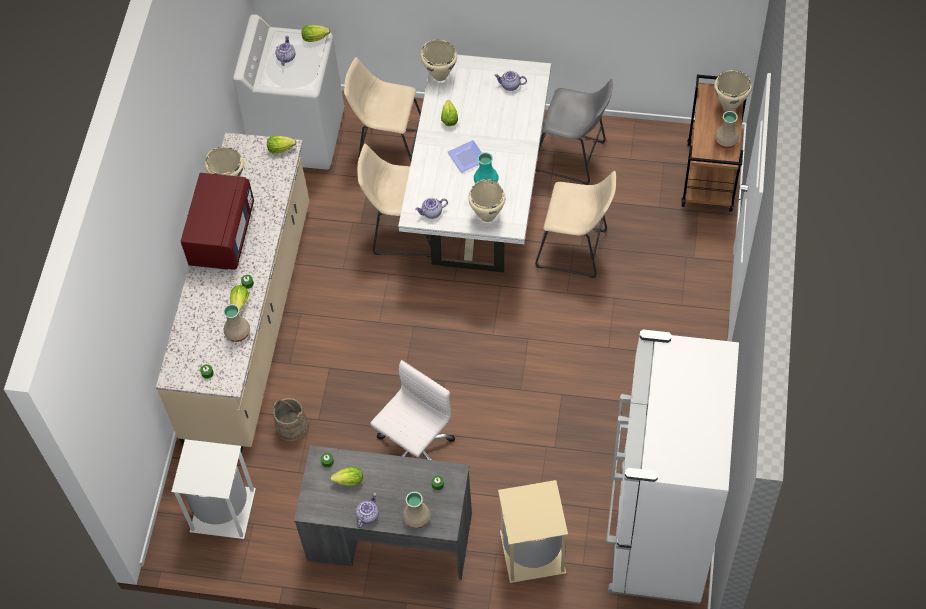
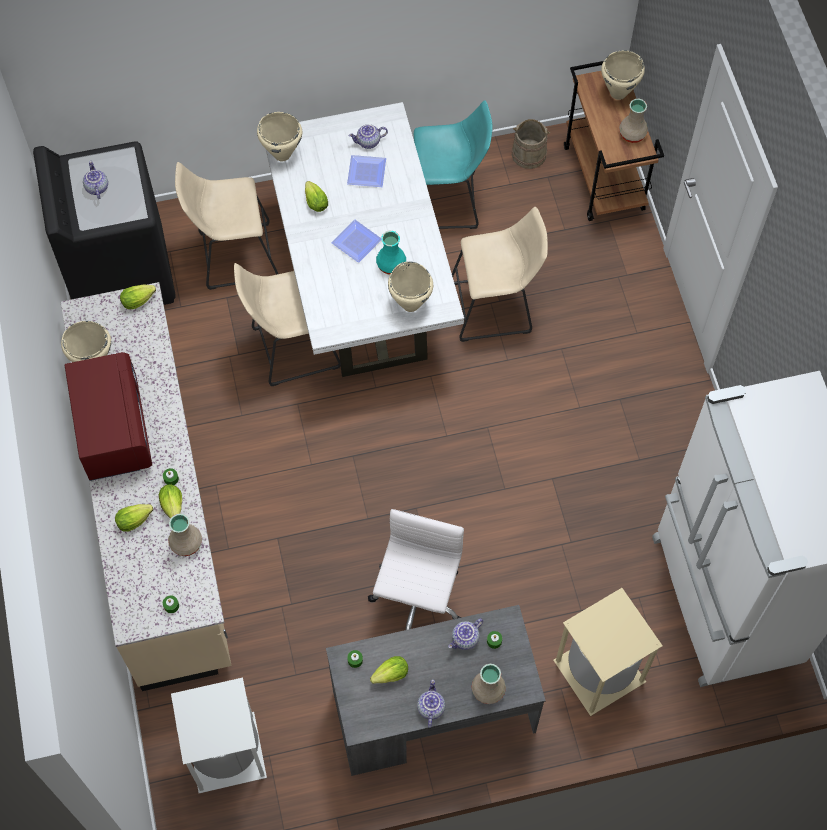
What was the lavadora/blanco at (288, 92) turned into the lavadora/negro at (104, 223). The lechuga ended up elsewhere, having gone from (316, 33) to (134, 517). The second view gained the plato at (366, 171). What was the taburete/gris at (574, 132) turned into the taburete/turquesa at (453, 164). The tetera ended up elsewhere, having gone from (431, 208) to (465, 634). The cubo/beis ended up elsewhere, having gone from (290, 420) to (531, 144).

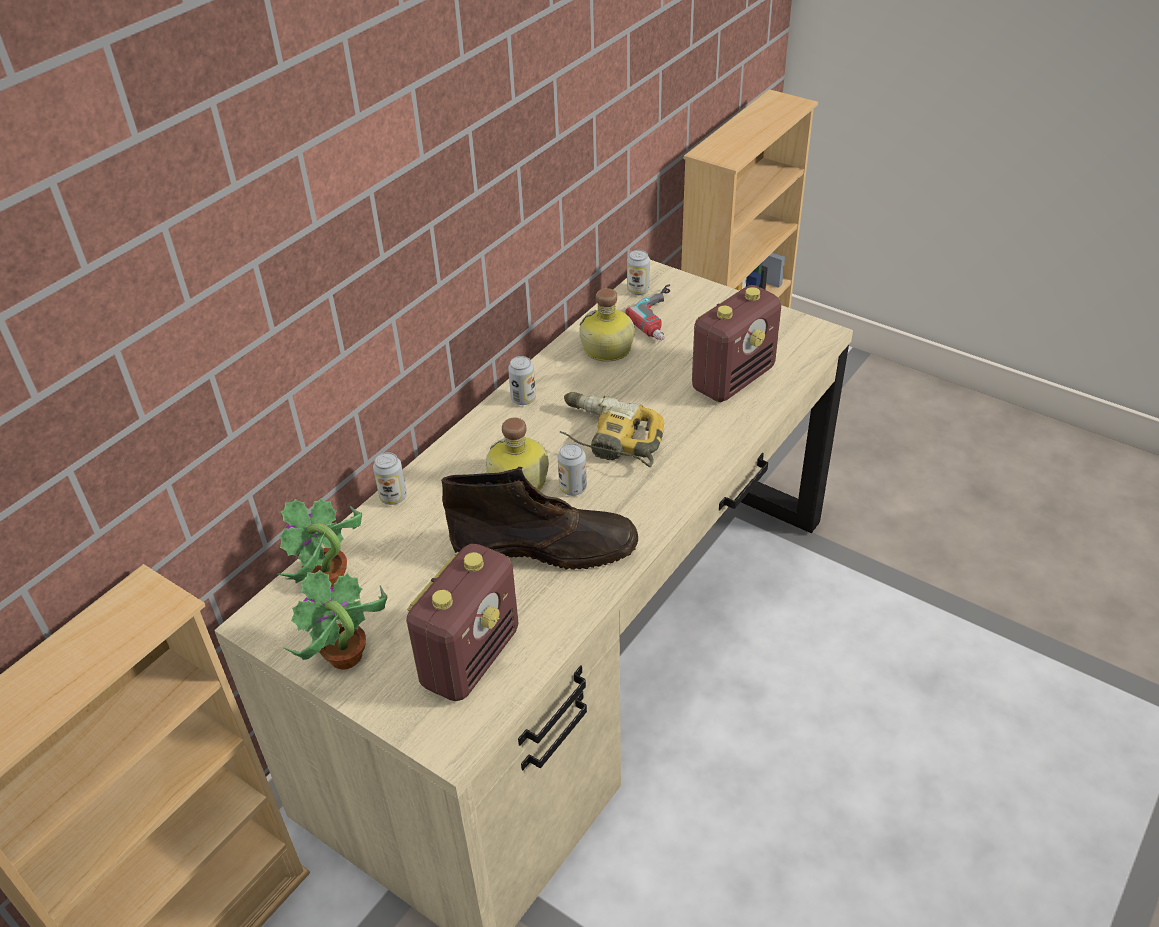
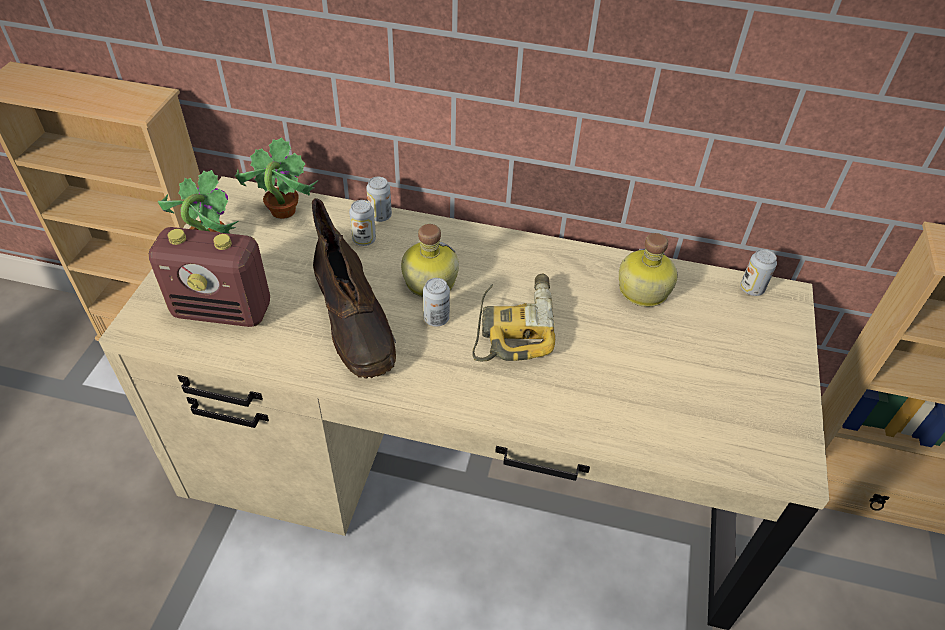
The lata ended up elsewhere, having gone from (522, 380) to (362, 223). The second view lost the taladro at (647, 312). The second view lost the radio at (736, 343).

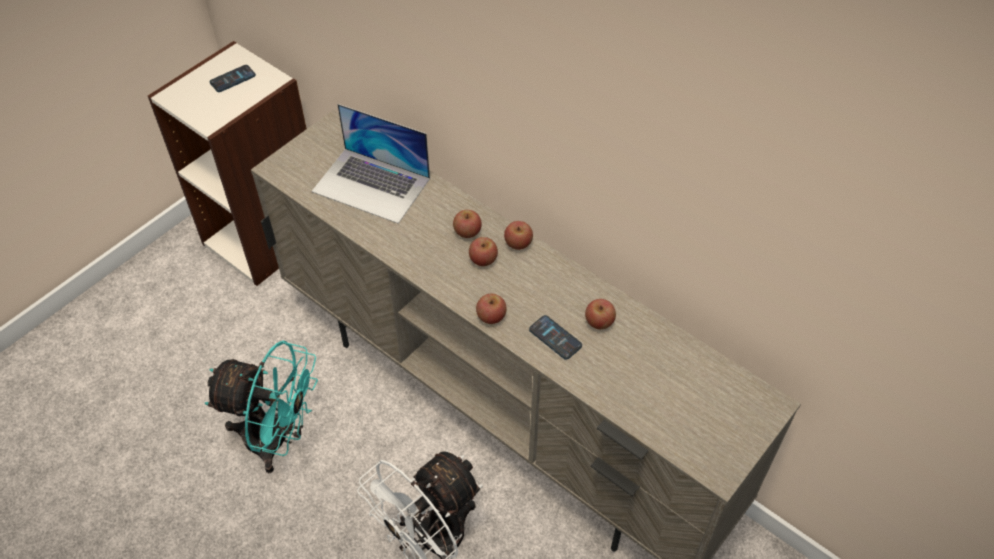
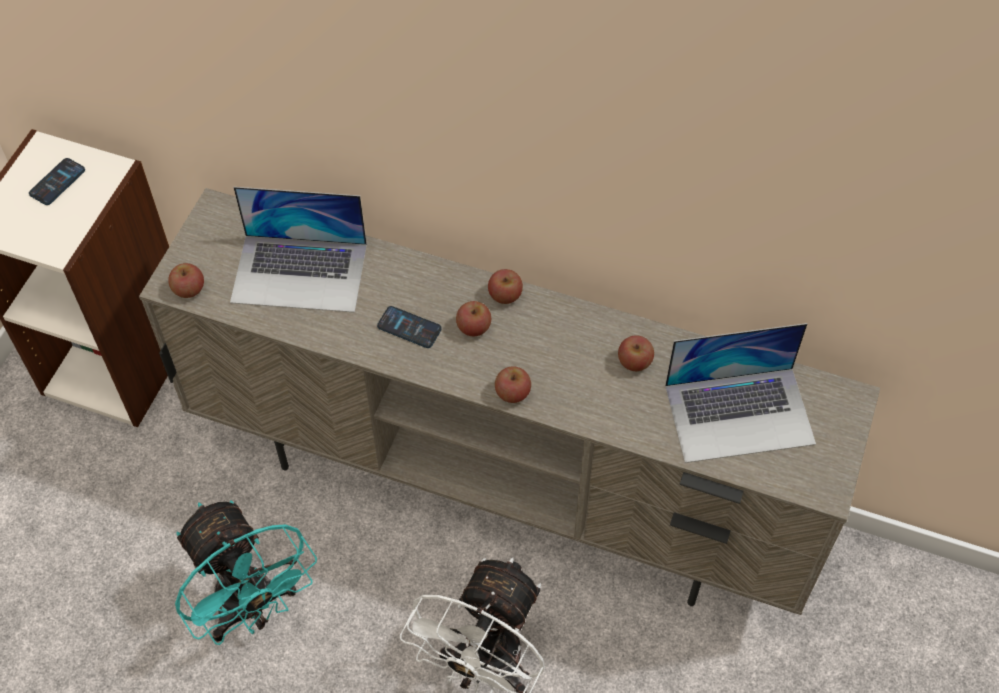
The manzana ended up elsewhere, having gone from (467, 224) to (186, 280). The ventilador/turquesa at (261, 407) ended up facing another way, 60 degrees clockwise from before. The móvil ended up elsewhere, having gone from (555, 337) to (409, 327). The second view gained the portátil at (740, 393).

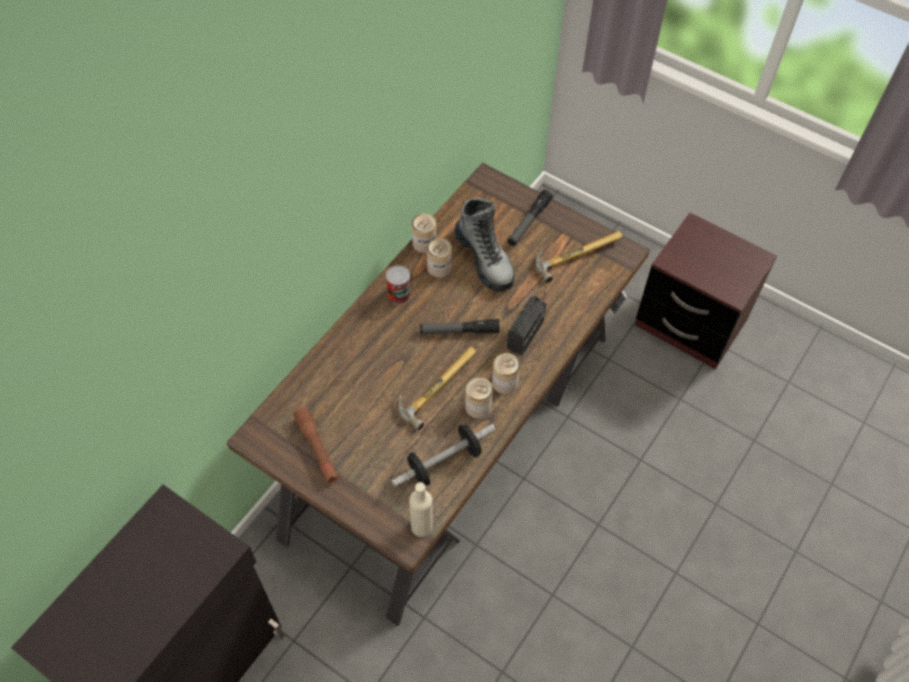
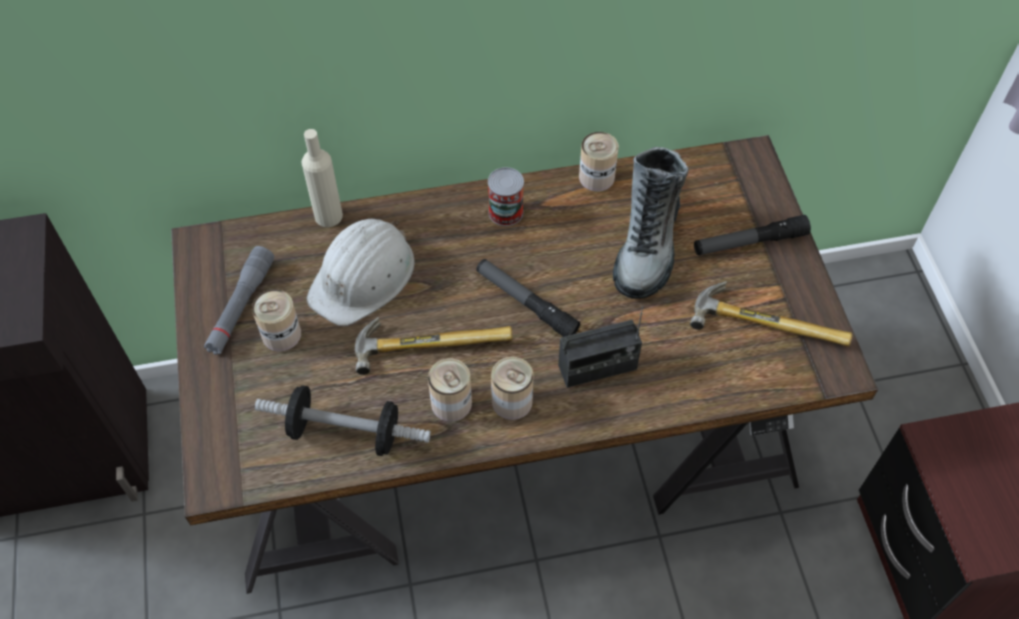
What was the linterna/marrón at (316, 445) turned into the linterna/gris at (239, 300). The lata ended up elsewhere, having gone from (439, 257) to (276, 320). The botella/beis ended up elsewhere, having gone from (421, 509) to (322, 178). The second view gained the casco/blanco at (361, 272).

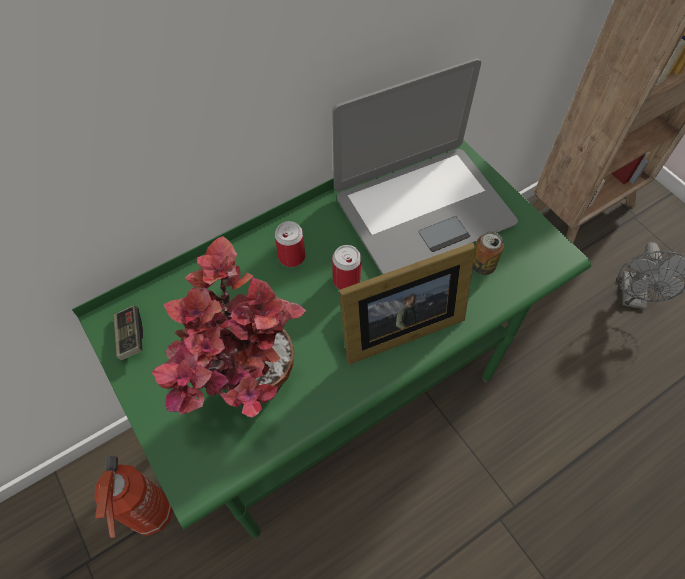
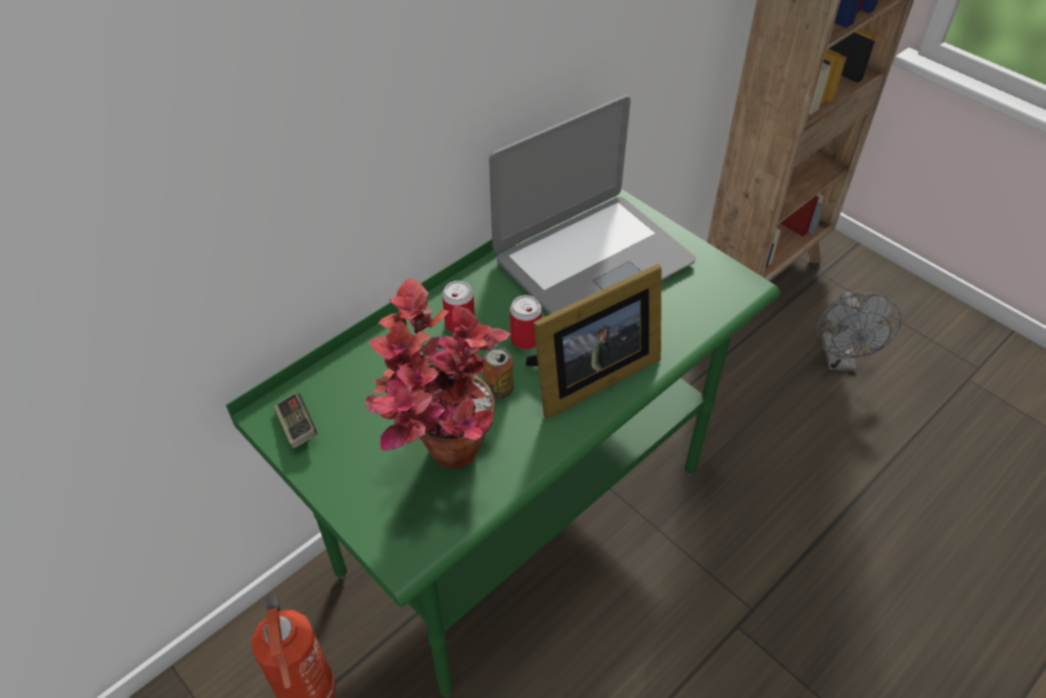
The lata ended up elsewhere, having gone from (488, 253) to (498, 372).

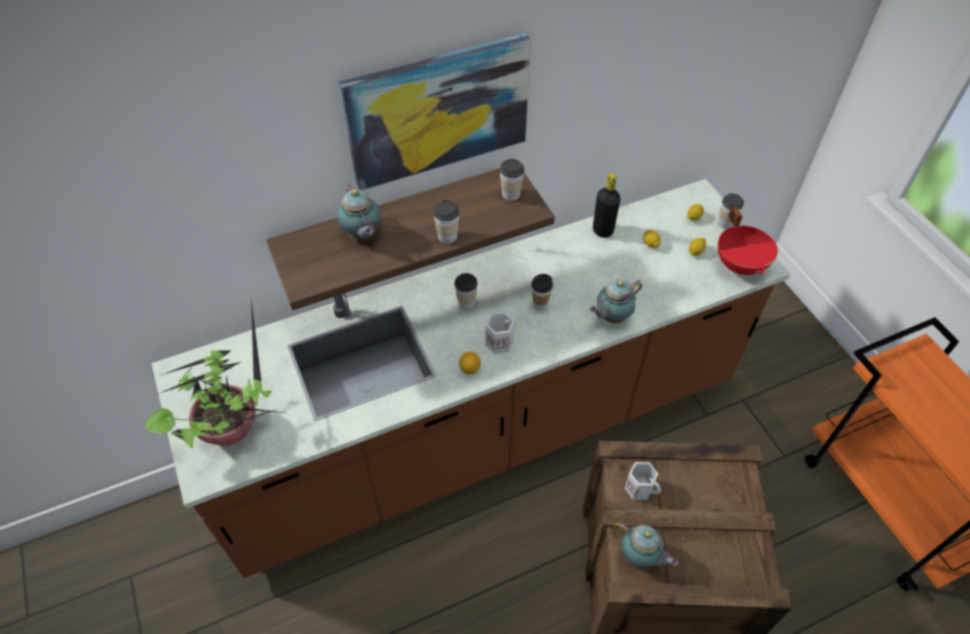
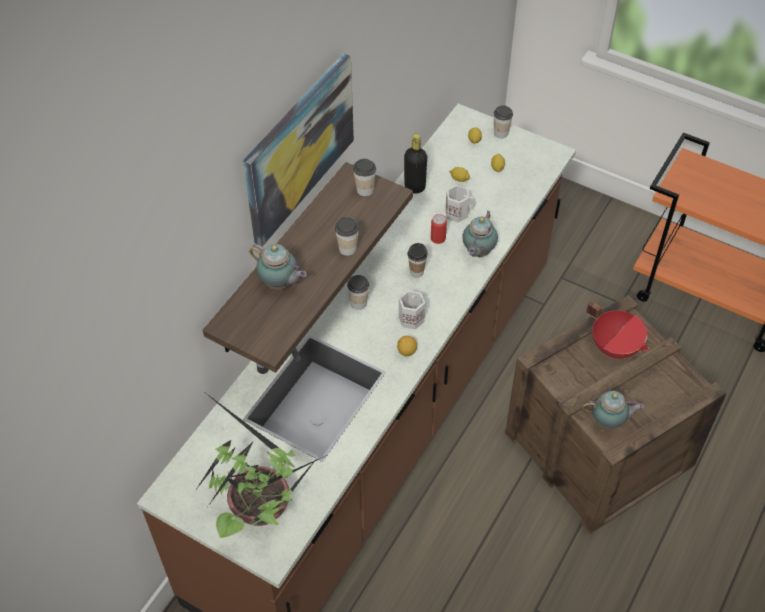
The second view gained the lata at (439, 229). The taza grande/blanco ended up elsewhere, having gone from (642, 481) to (460, 203). The olla/rojo ended up elsewhere, having gone from (748, 241) to (617, 329).

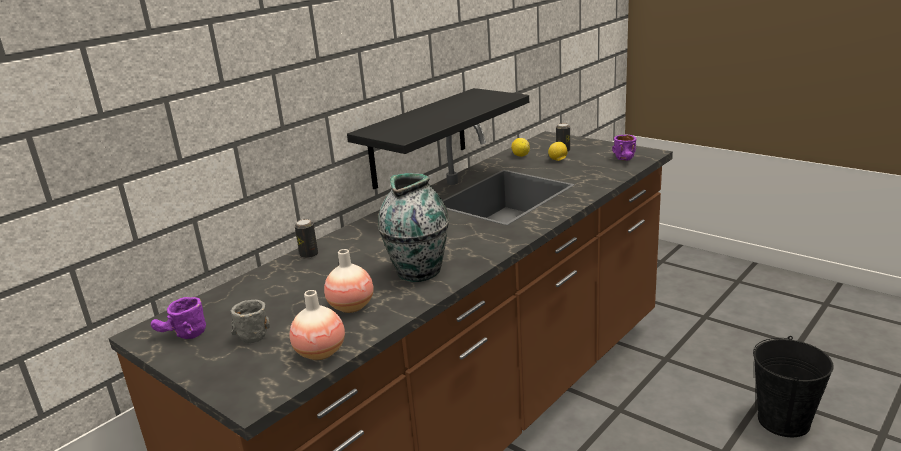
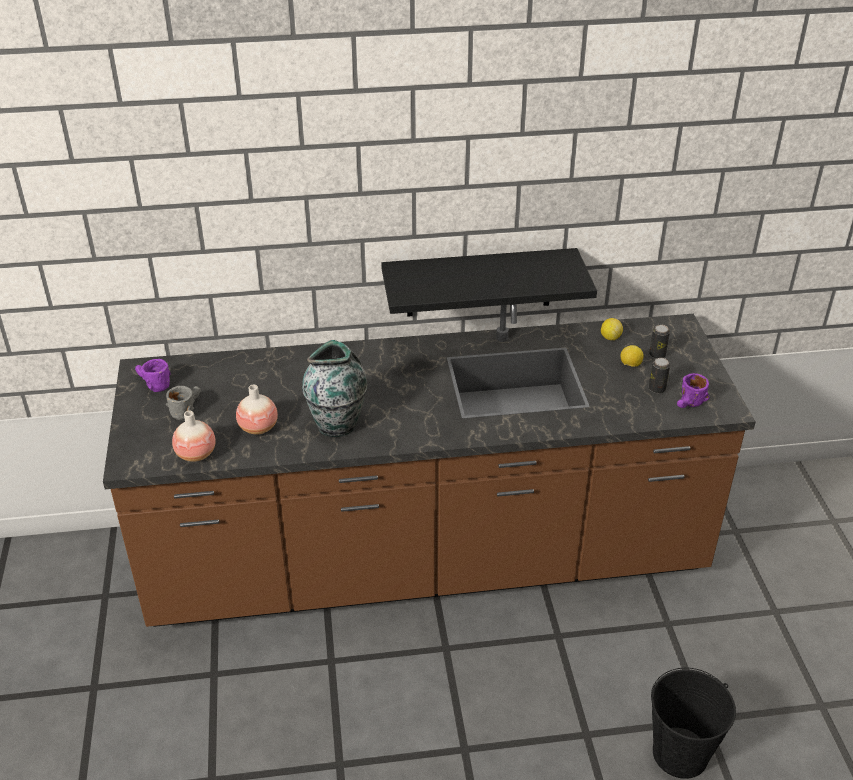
The lata ended up elsewhere, having gone from (306, 239) to (659, 375).

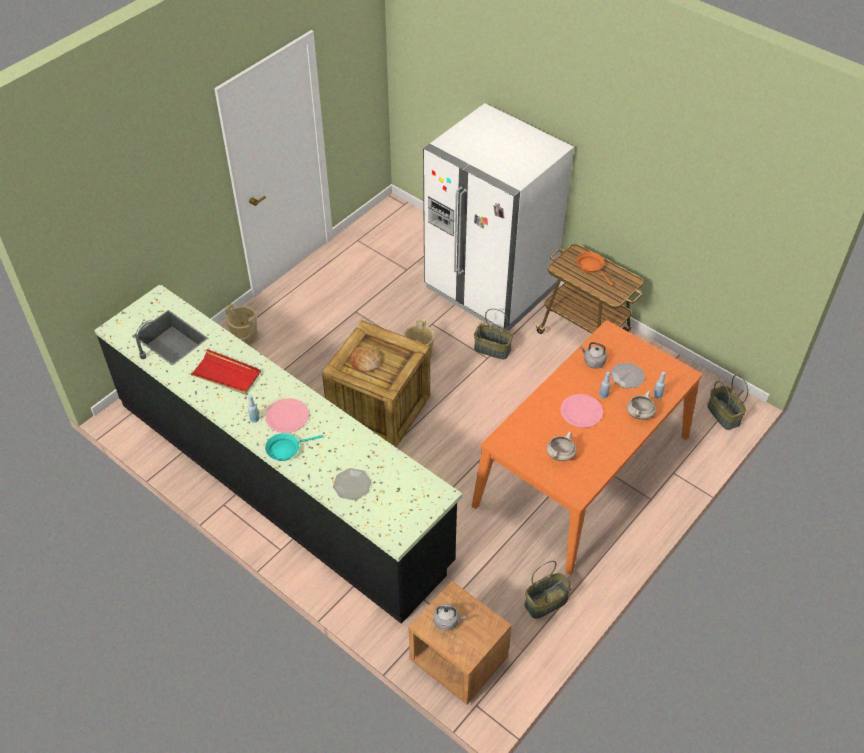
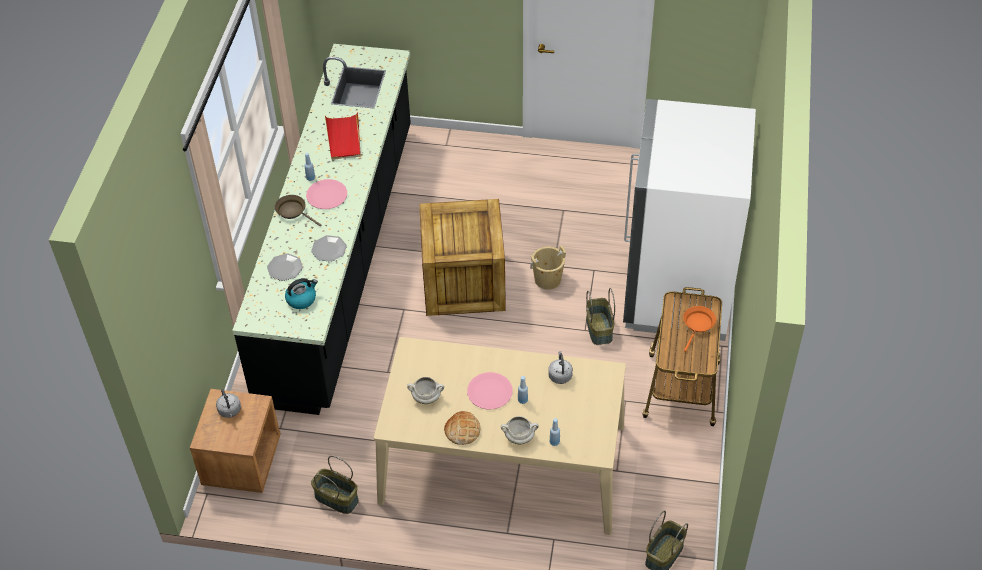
What was the sartén/turquesa at (294, 447) turned into the sartén/marrón at (298, 210). The second view gained the hervidor at (301, 293). The plato ended up elsewhere, having gone from (627, 375) to (329, 248). What was the mesa de comedor/naranja at (587, 447) turned into the mesa de comedor/beis at (500, 436). The pan ended up elsewhere, having gone from (365, 359) to (462, 428). The second view lost the cubo/beis at (241, 324).

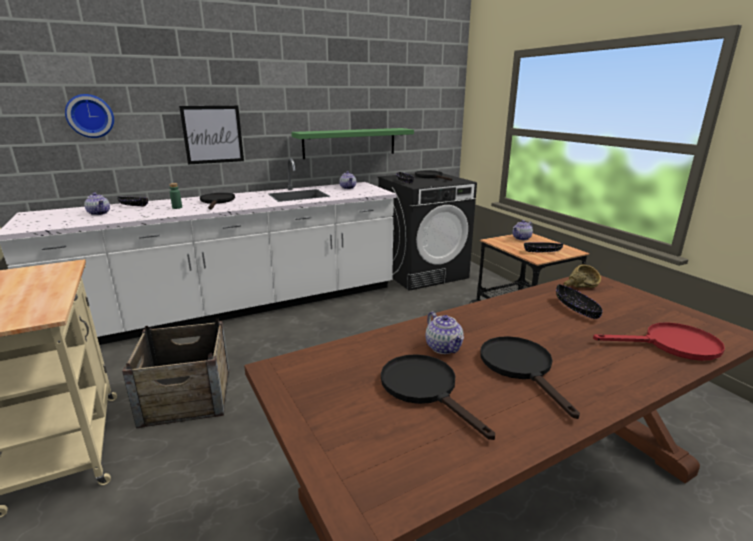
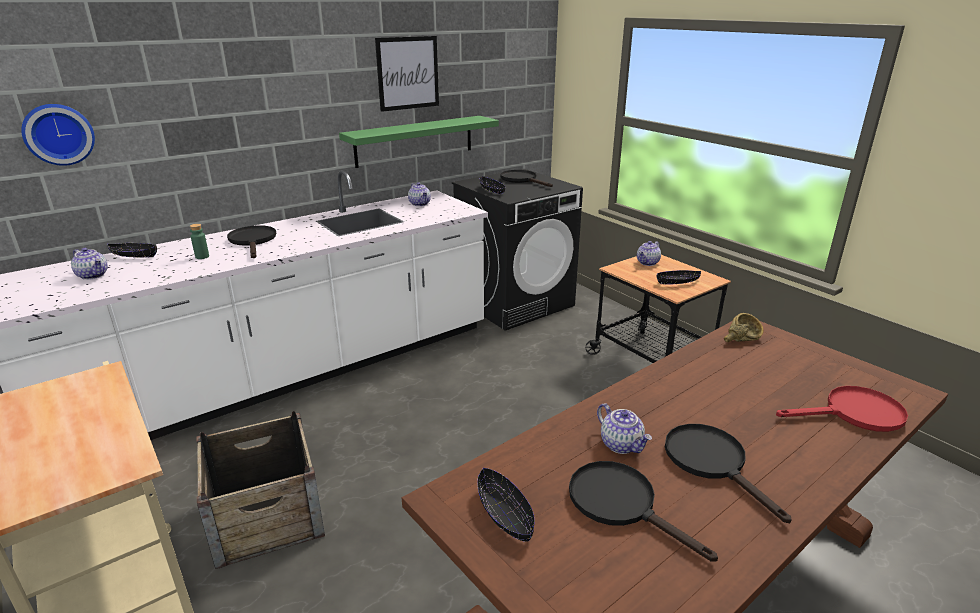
The cuadro ended up elsewhere, having gone from (211, 135) to (407, 74). The cuenco/negro ended up elsewhere, having gone from (579, 301) to (505, 505).

